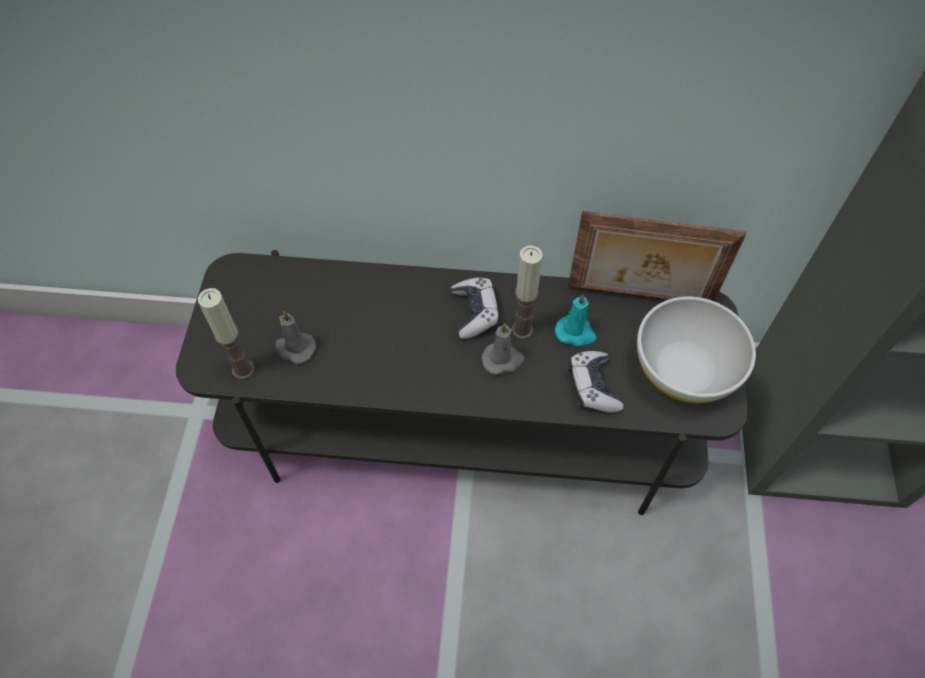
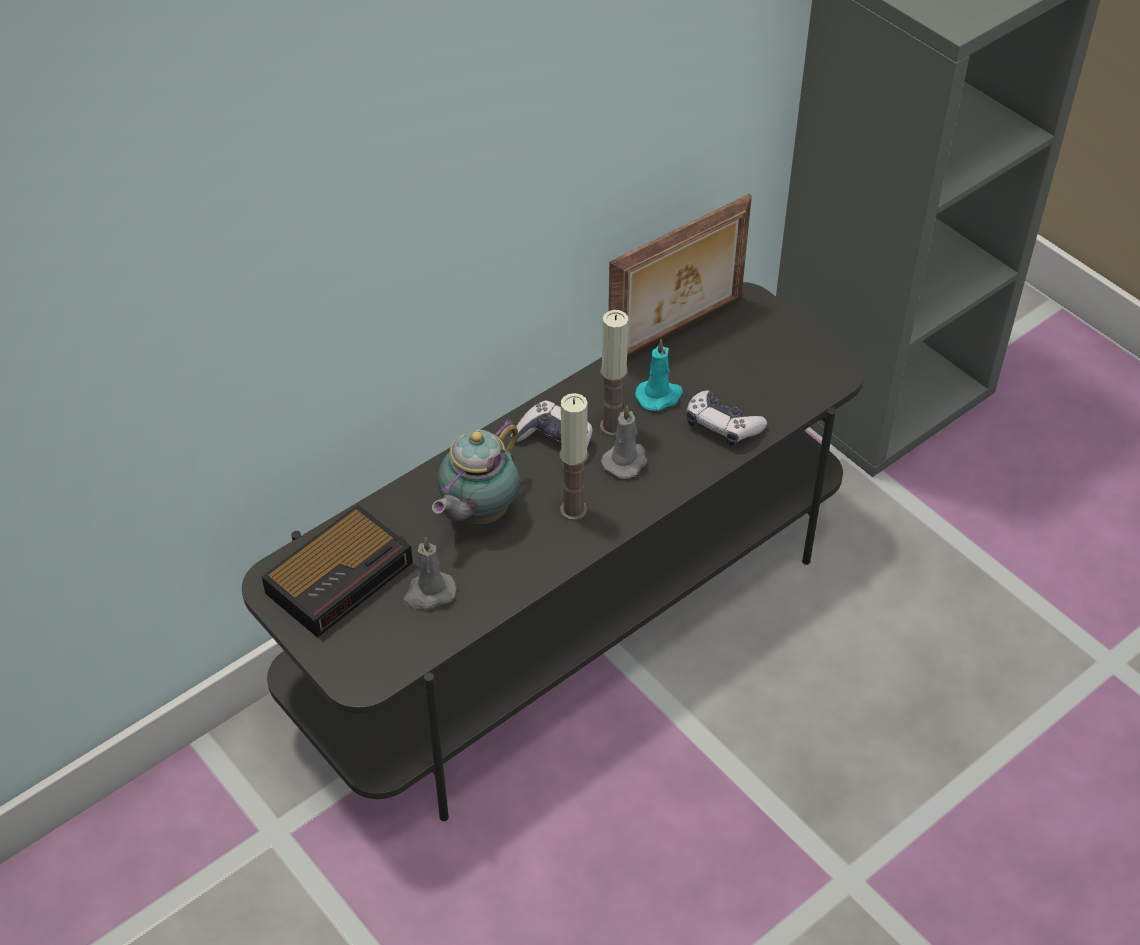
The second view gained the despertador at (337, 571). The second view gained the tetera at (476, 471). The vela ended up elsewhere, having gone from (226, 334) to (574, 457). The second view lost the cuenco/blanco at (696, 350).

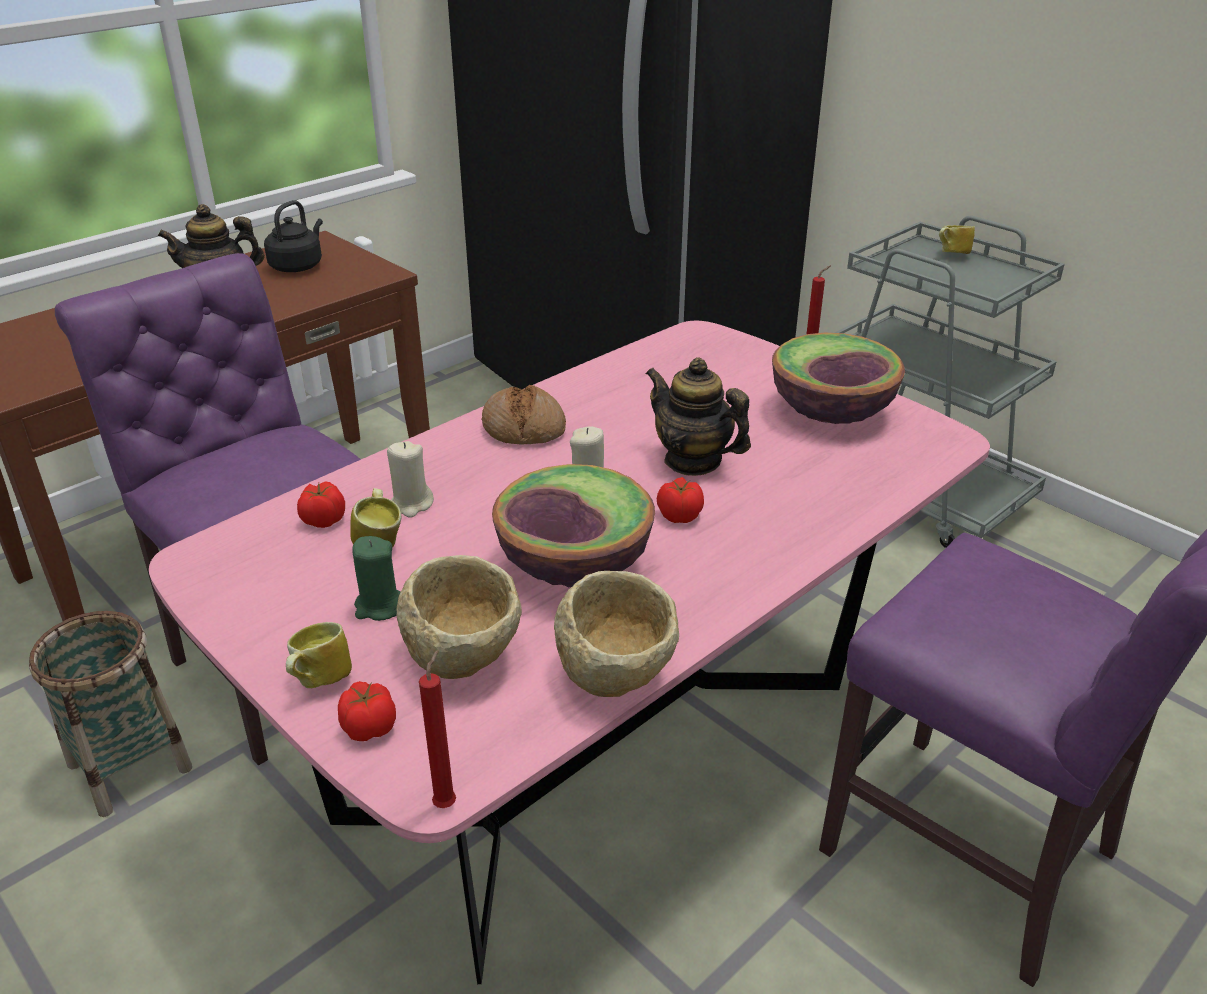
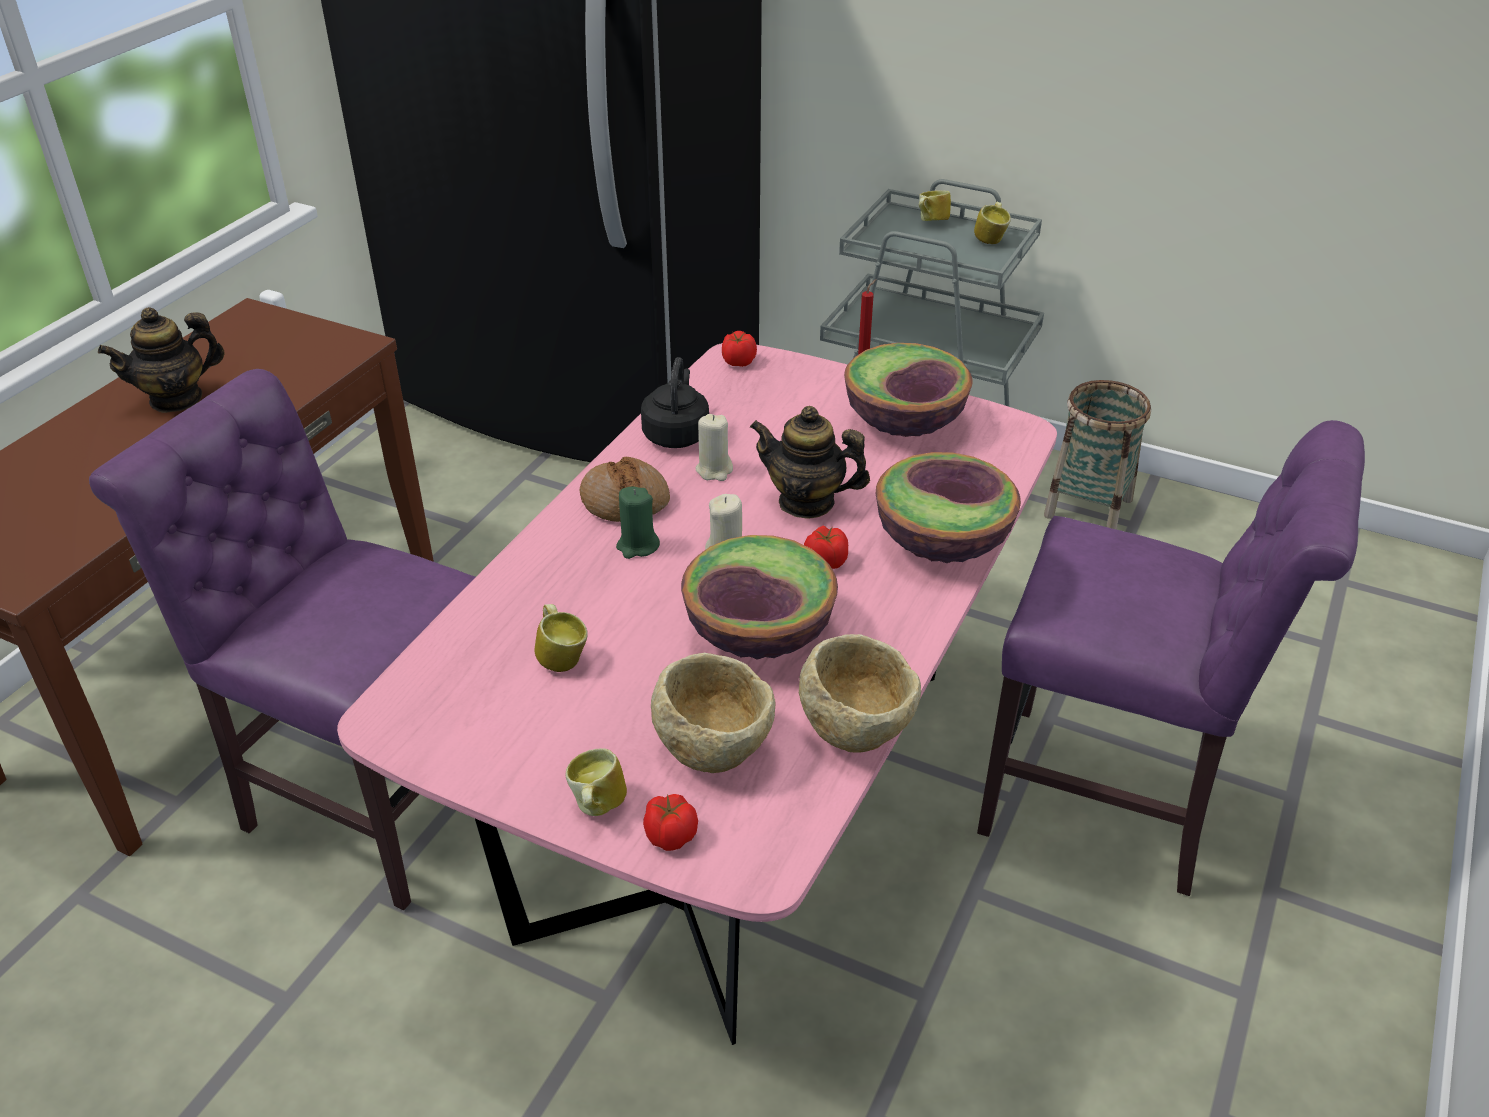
The vela/verde ended up elsewhere, having gone from (376, 578) to (638, 522). The hervidor/negro ended up elsewhere, having gone from (293, 236) to (675, 402). The vela/beis ended up elsewhere, having gone from (410, 479) to (714, 447). The tomate ended up elsewhere, having gone from (321, 505) to (739, 349). The second view gained the cuenco at (948, 507). The second view gained the taza grande at (992, 223). The cesta ended up elsewhere, having gone from (110, 714) to (1097, 455). The second view lost the vela/rojo at (437, 729).

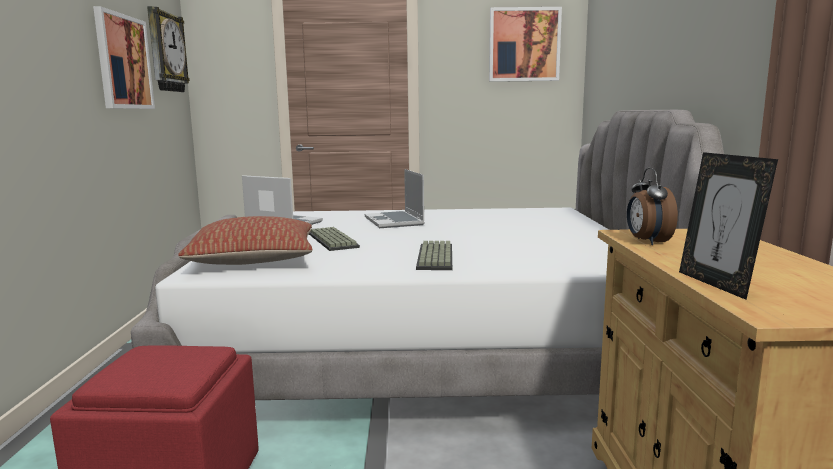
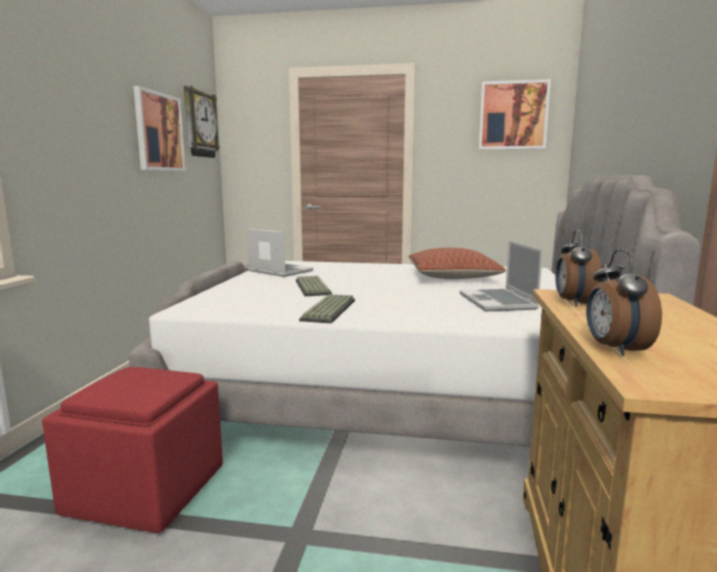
The teclado ended up elsewhere, having gone from (434, 255) to (327, 308). The cojín ended up elsewhere, having gone from (245, 240) to (457, 263). The portátil ended up elsewhere, having gone from (395, 198) to (501, 276). Where the portarretratos stood at (728, 226), the despertador came to stand at (624, 302).

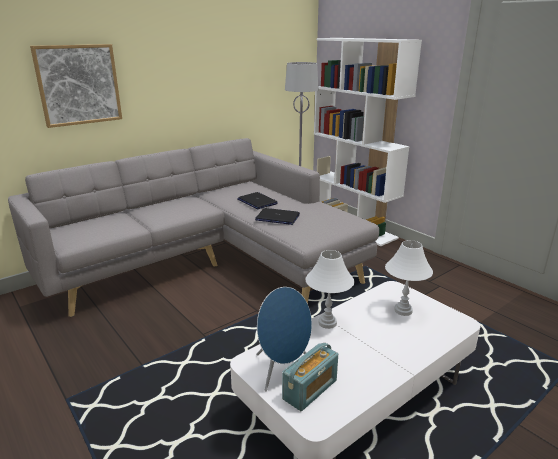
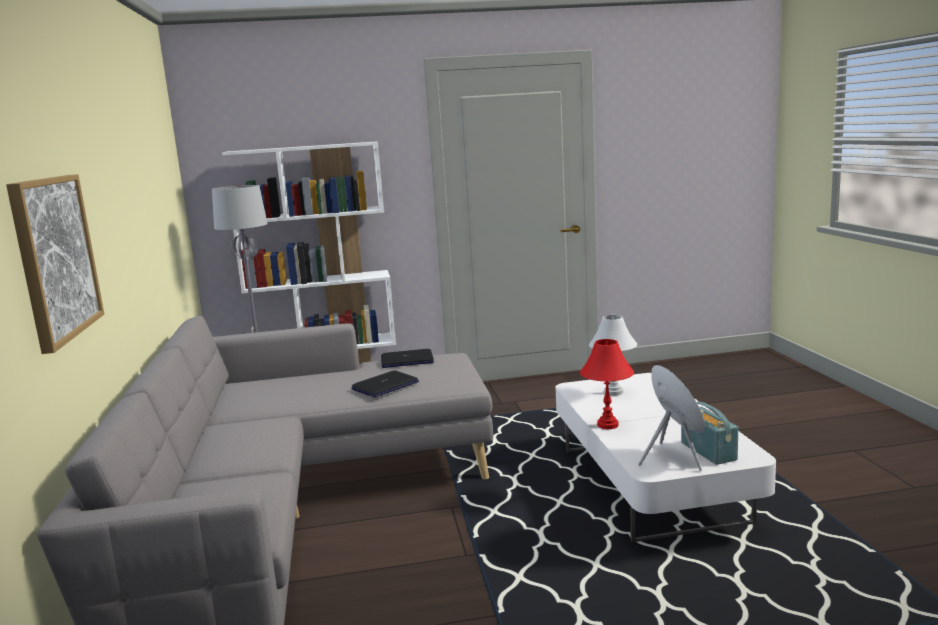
The portátil ended up elsewhere, having gone from (257, 200) to (407, 358). What was the lámpara de mesa/blanco at (330, 289) turned into the lámpara de mesa/rojo at (607, 384).

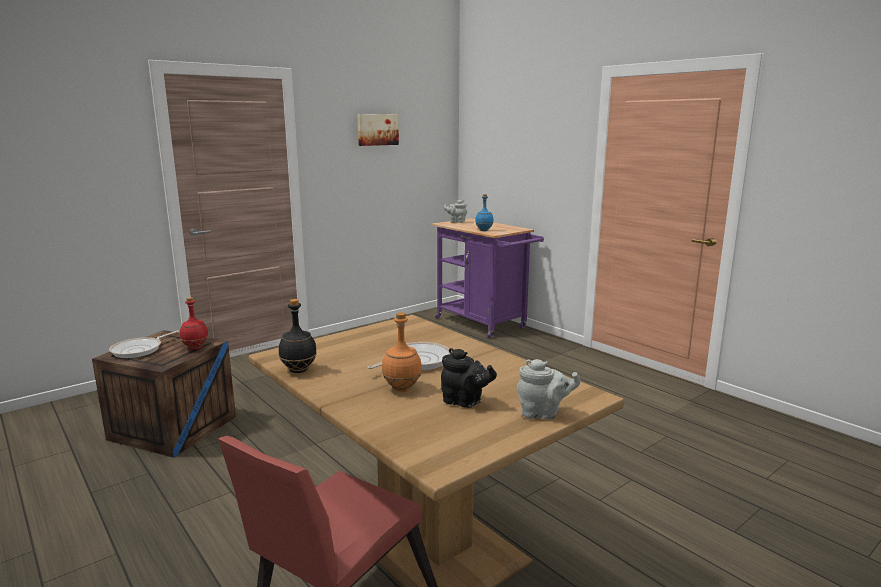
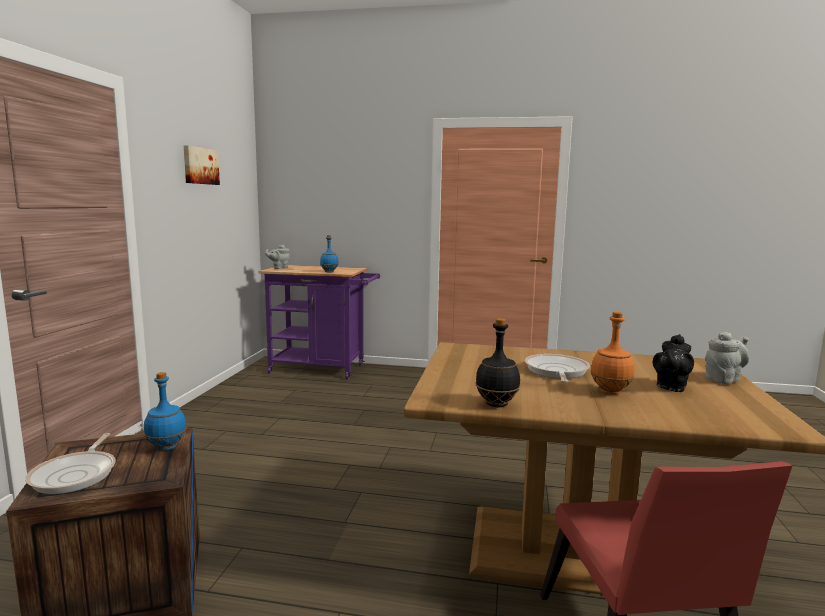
What was the botella/rojo at (194, 323) turned into the botella/azul at (165, 411). The tetera/negro at (469, 378) ended up facing another way, 135 degrees clockwise from before.

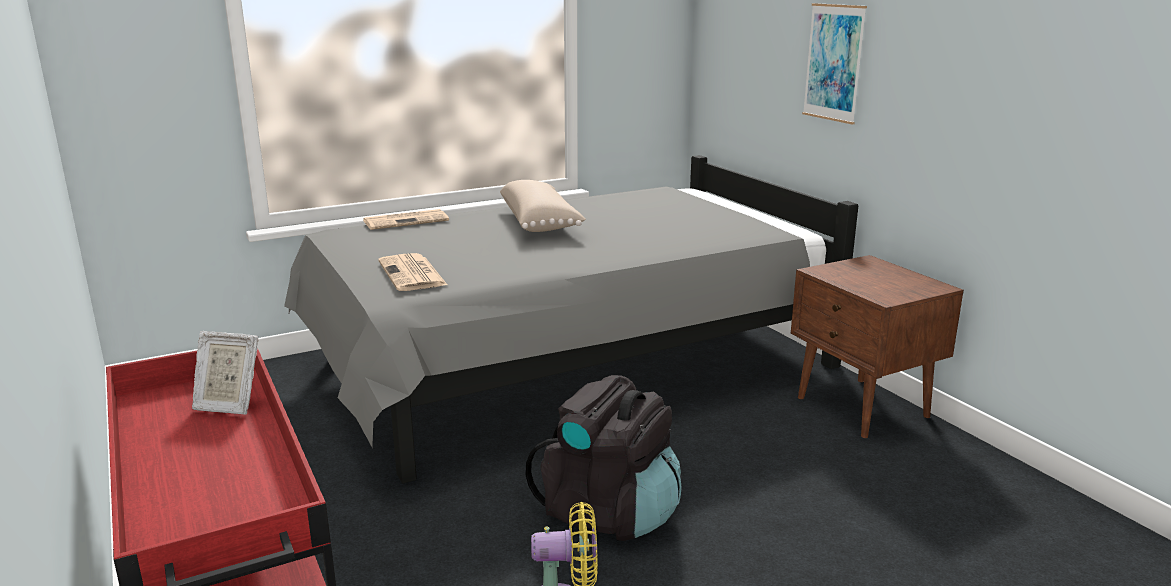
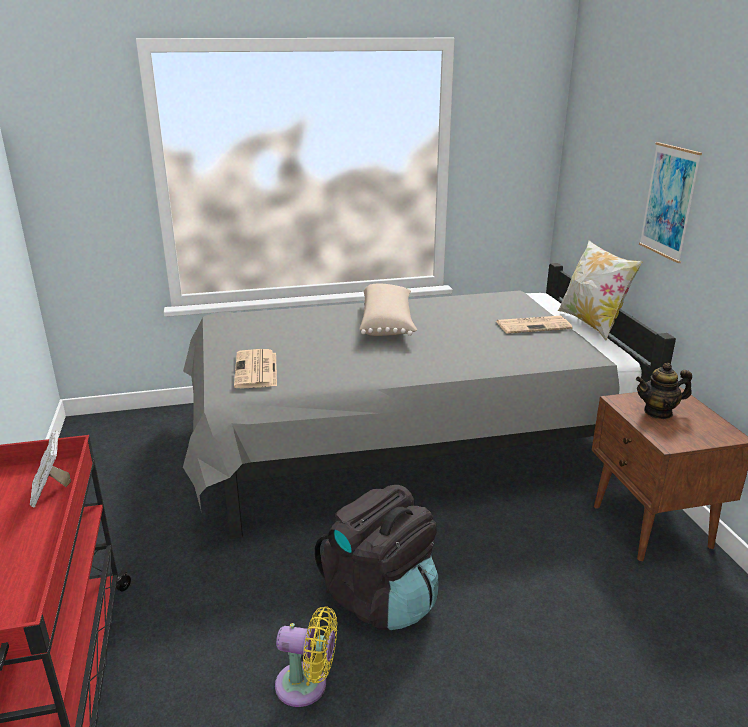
The portarretratos at (225, 373) ended up facing another way, 45 degrees clockwise from before. The periódico ended up elsewhere, having gone from (406, 219) to (534, 325). The second view gained the cojín at (600, 290). The second view gained the tetera at (664, 391).

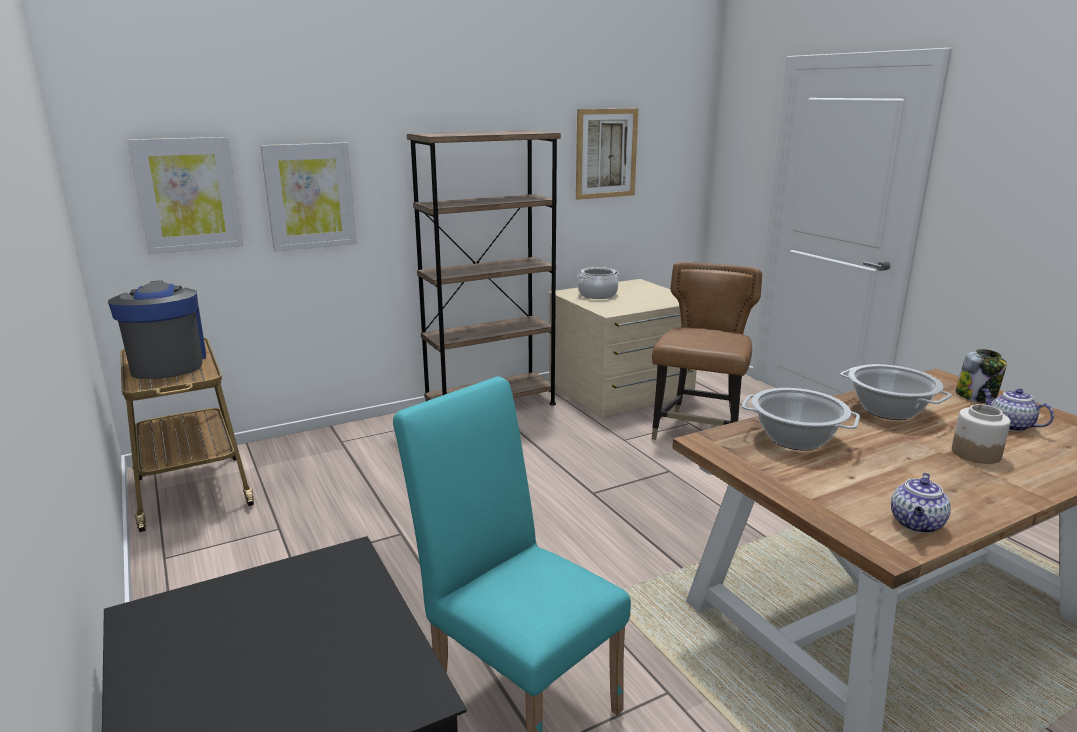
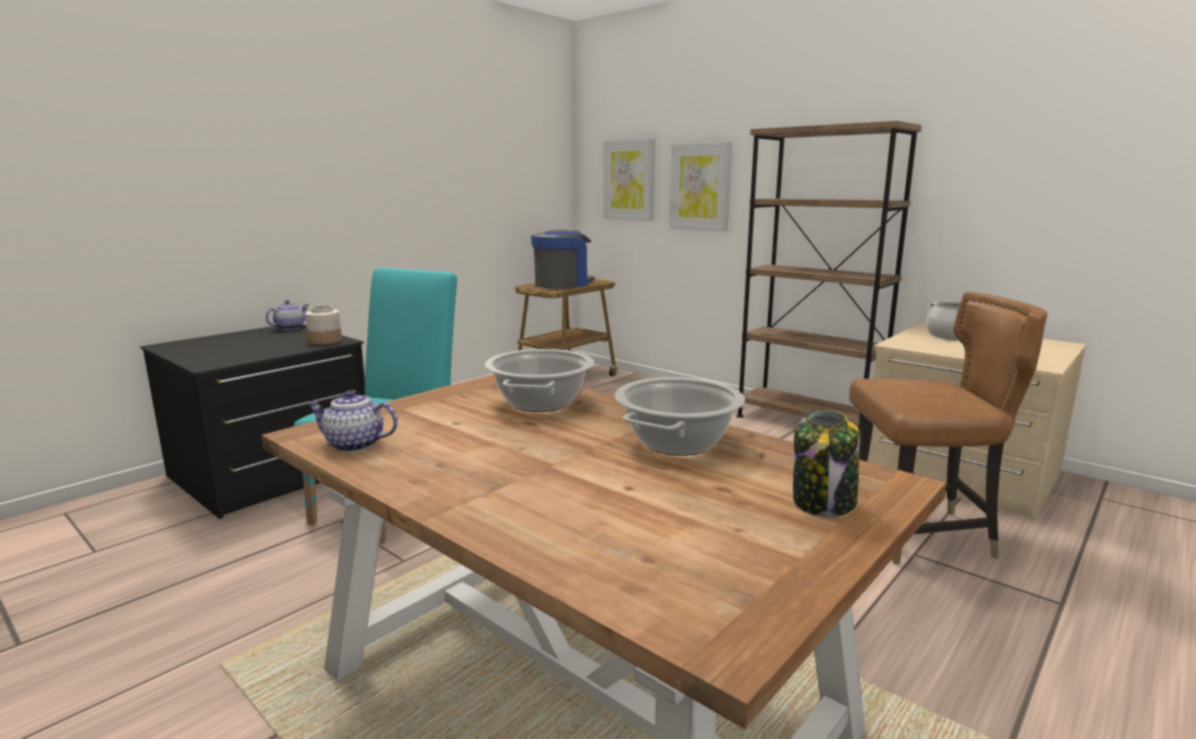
The tetera ended up elsewhere, having gone from (1018, 410) to (287, 315). The tarro ended up elsewhere, having gone from (981, 434) to (323, 325). The second view lost the cuadro at (607, 154).

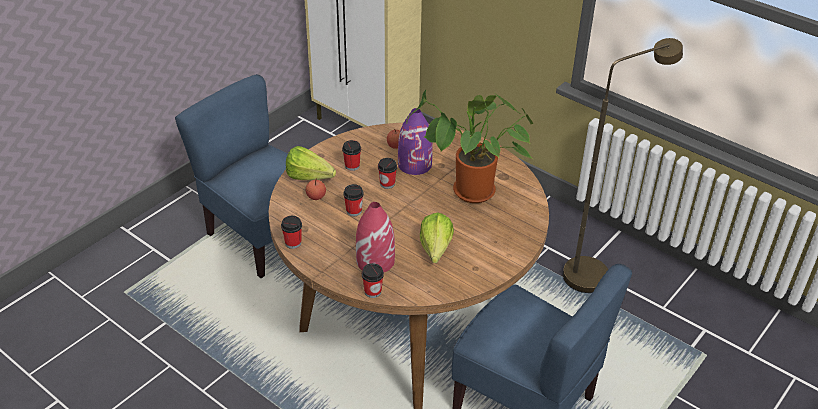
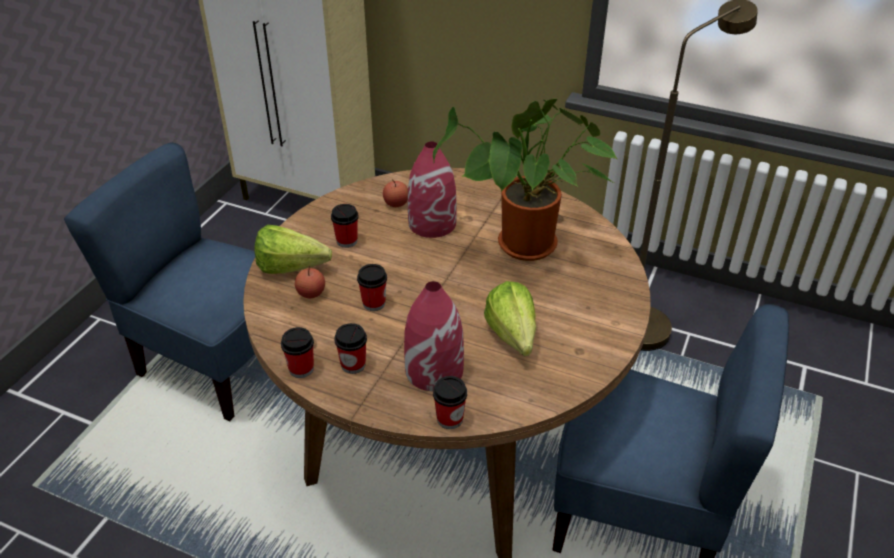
The taza ended up elsewhere, having gone from (387, 173) to (350, 348). What was the florero/morado at (415, 141) turned into the florero/rojo at (432, 189).

